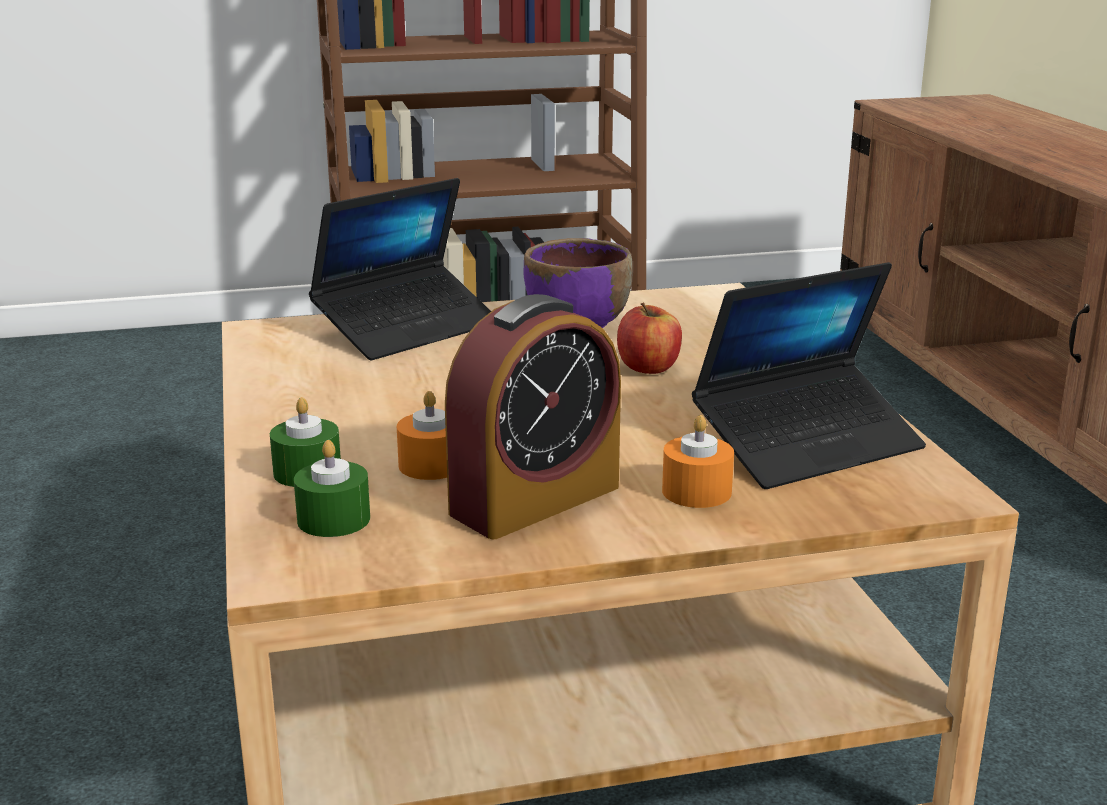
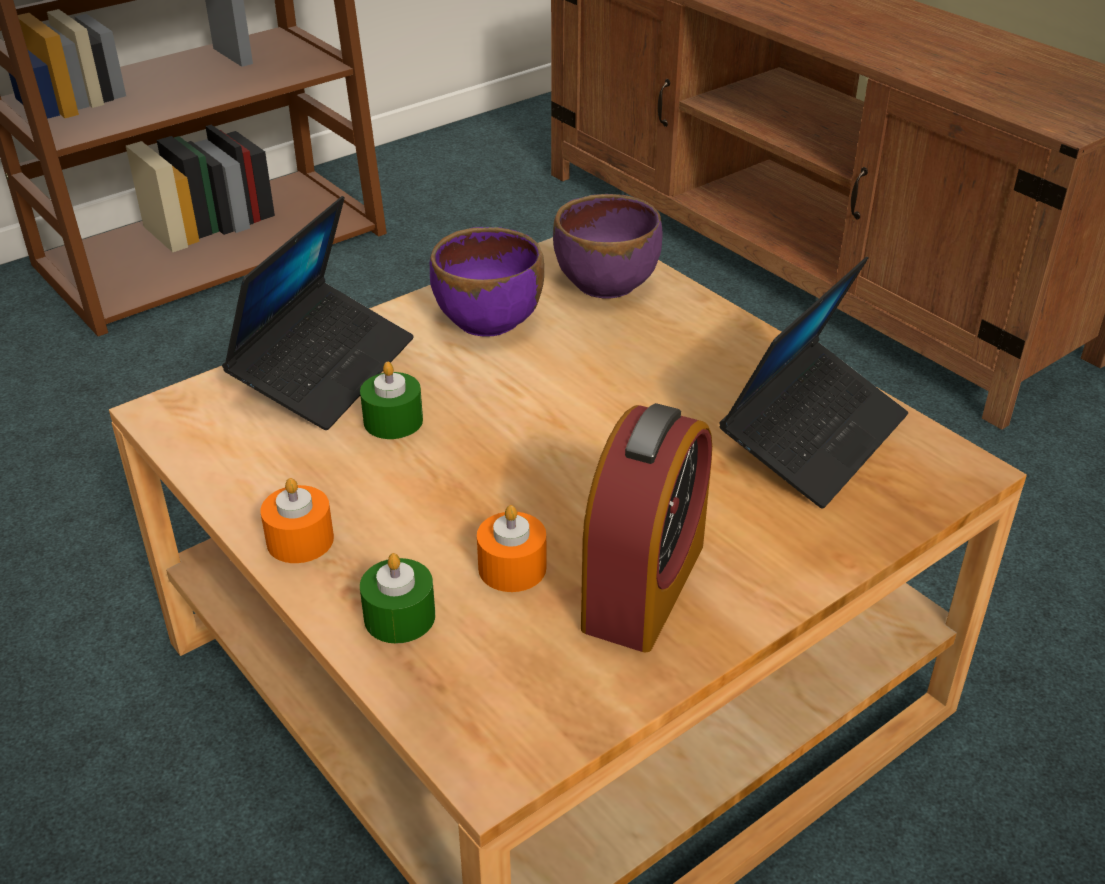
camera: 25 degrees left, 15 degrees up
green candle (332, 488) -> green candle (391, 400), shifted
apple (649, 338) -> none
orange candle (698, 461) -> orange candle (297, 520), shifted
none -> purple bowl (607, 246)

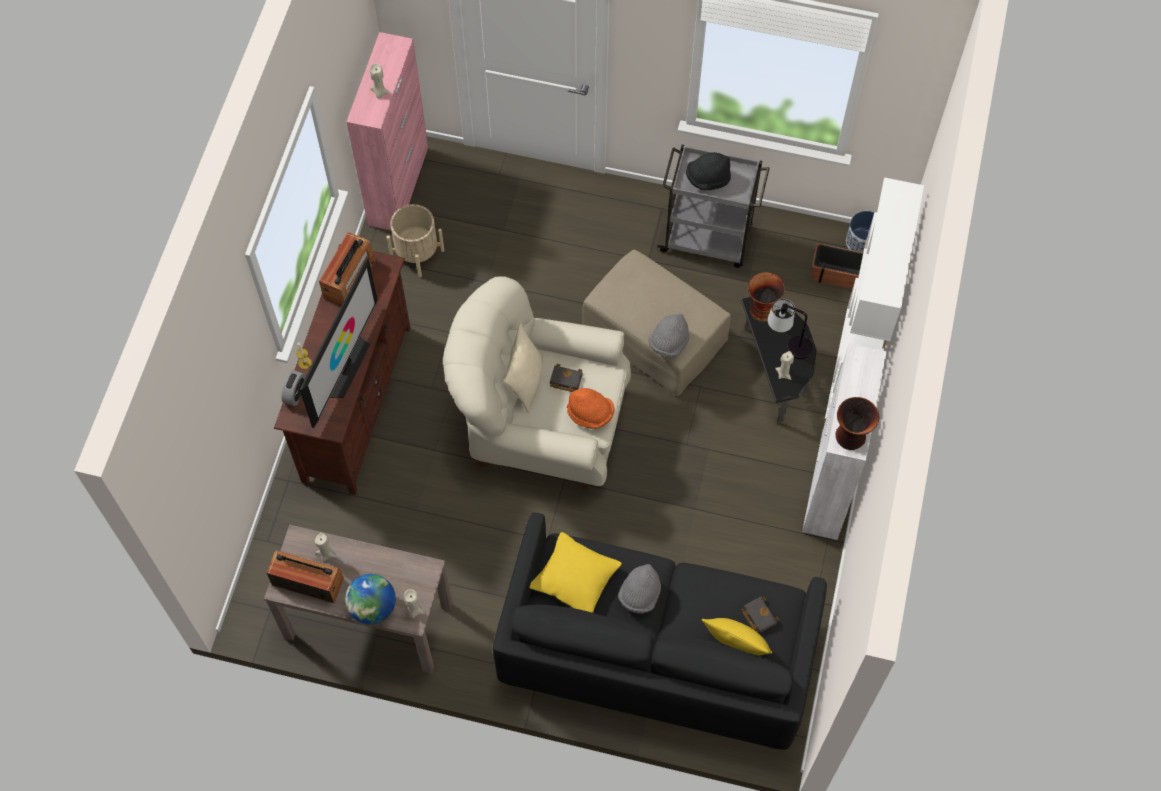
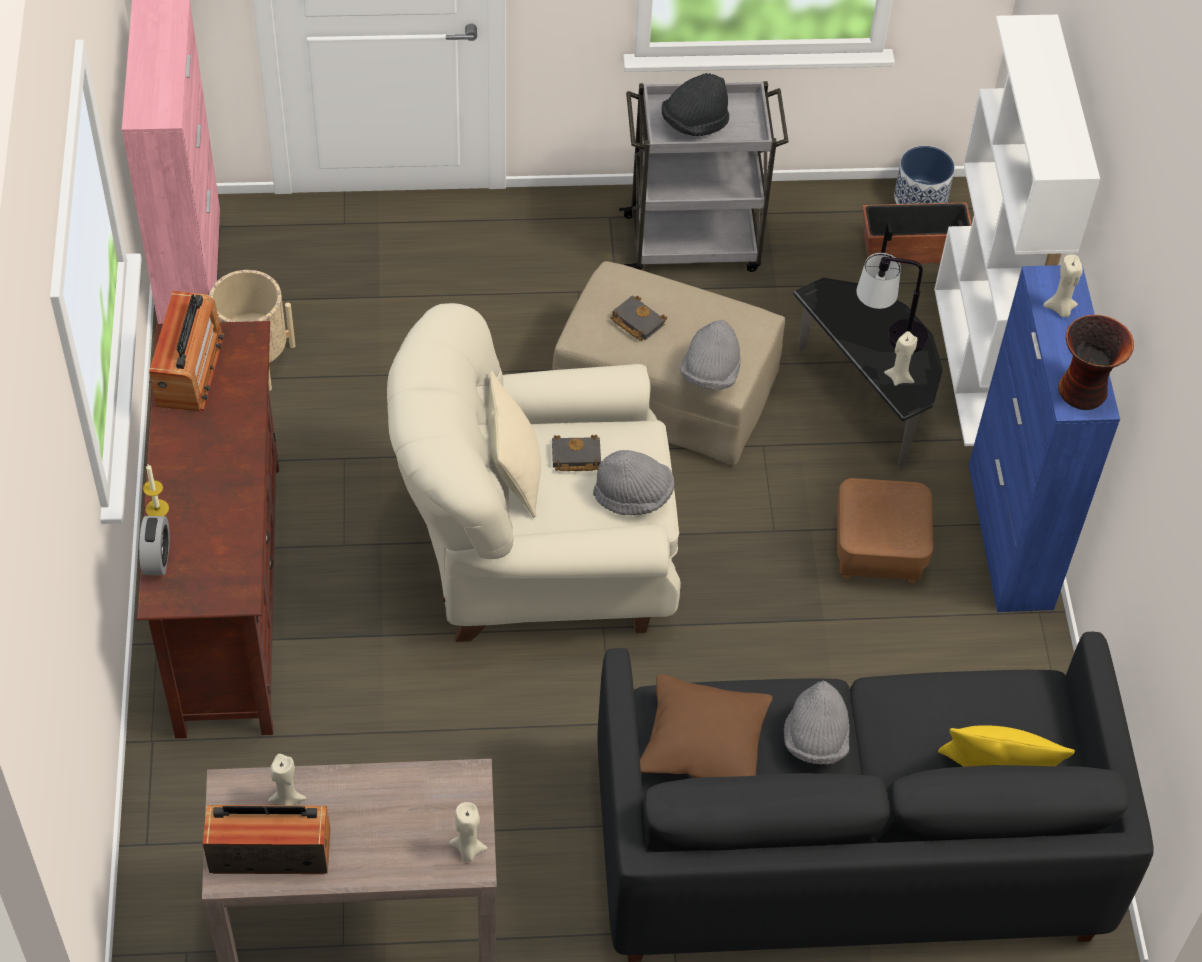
camera: 20 degrees left, 10 degrees down
television (338, 342) -> none
globe (370, 599) -> none
beige candle (380, 80) -> beige candle (1063, 286), shifted
yellow pillow (576, 572) -> brown pillow (706, 726)
orange hat (590, 408) -> grey hat (633, 482)
black book (760, 614) -> black book (638, 318), shifted
vase (766, 297) -> none
white cabinet (844, 441) -> blue cabinet (1044, 438)
none -> brown ottoman (885, 531)

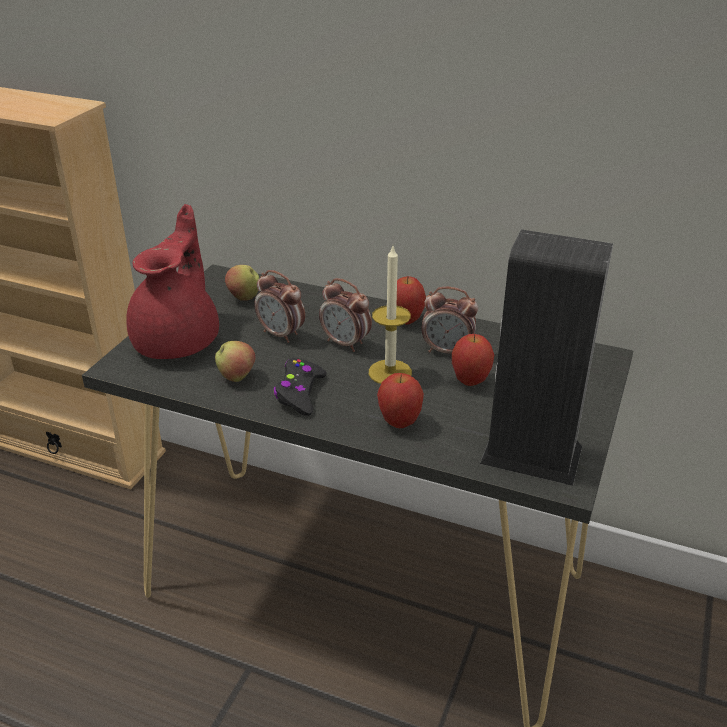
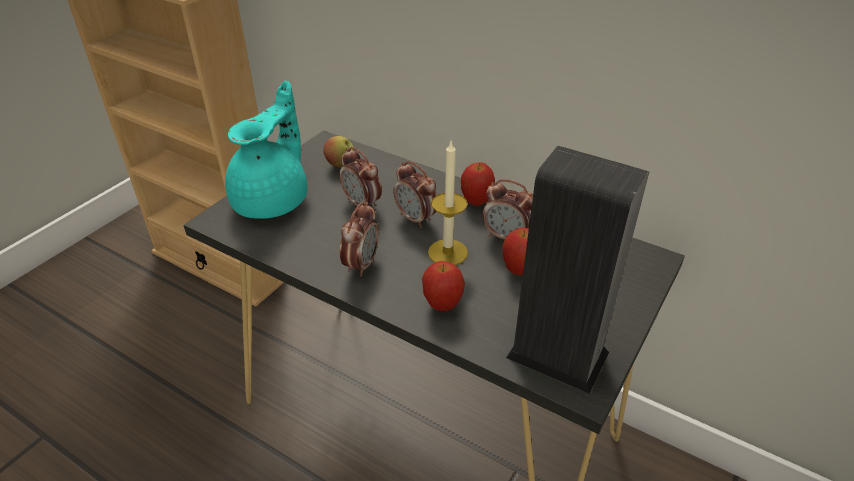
camera: 10 degrees right, 5 degrees up
red teapot (172, 281) -> turquoise teapot (266, 150)
apple (235, 361) -> none
black game controller (300, 387) -> alarm clock (359, 239)

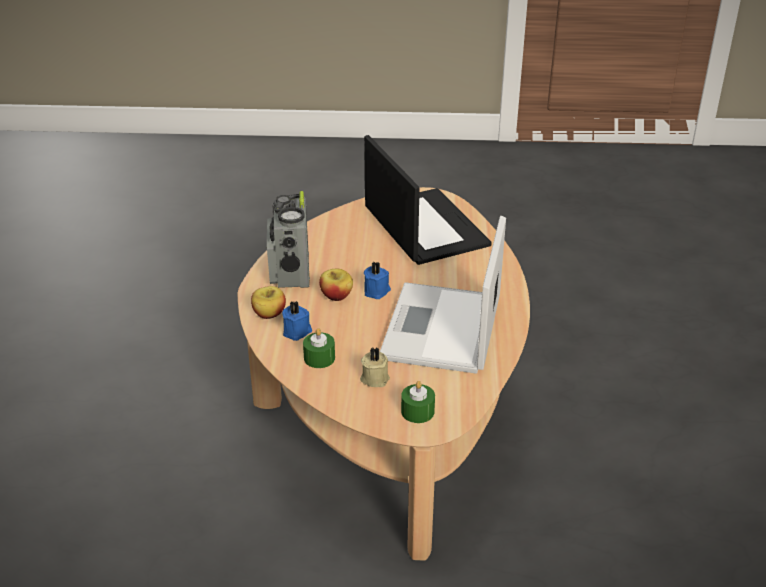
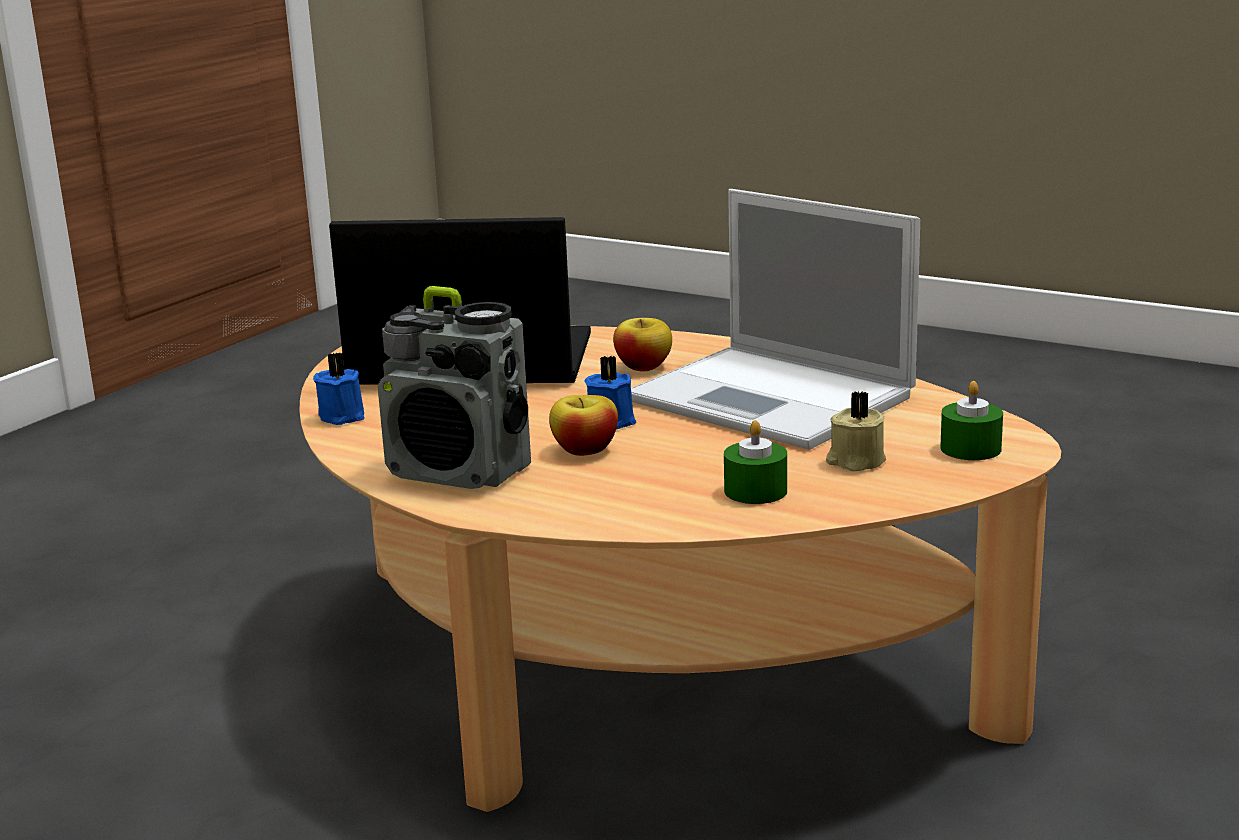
camera: 60 degrees left, 15 degrees down
apple (268, 302) -> apple (642, 344), shifted
blue candle (297, 321) -> blue candle (338, 388), shifted

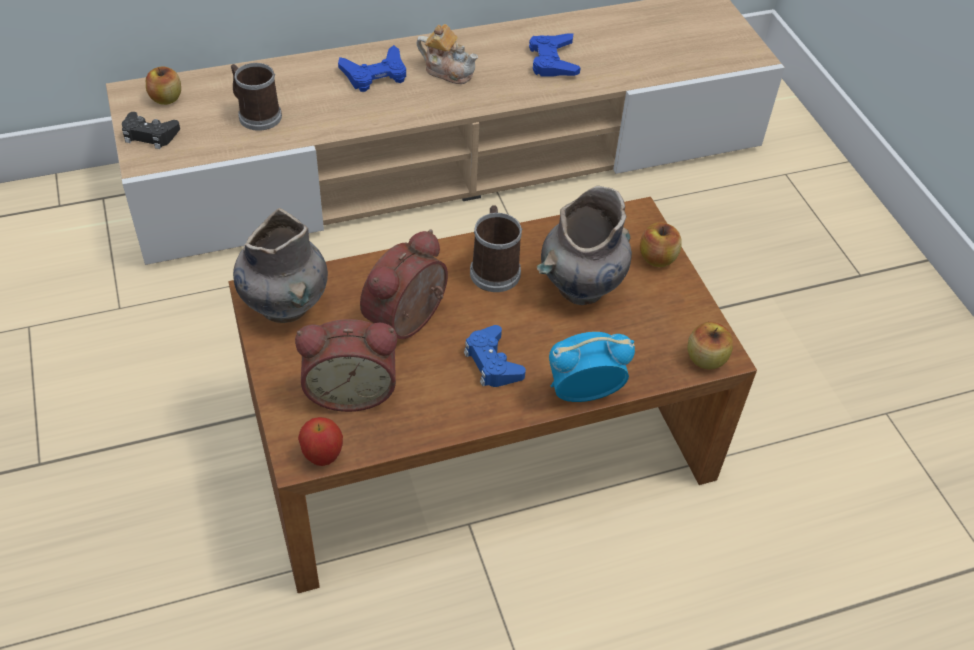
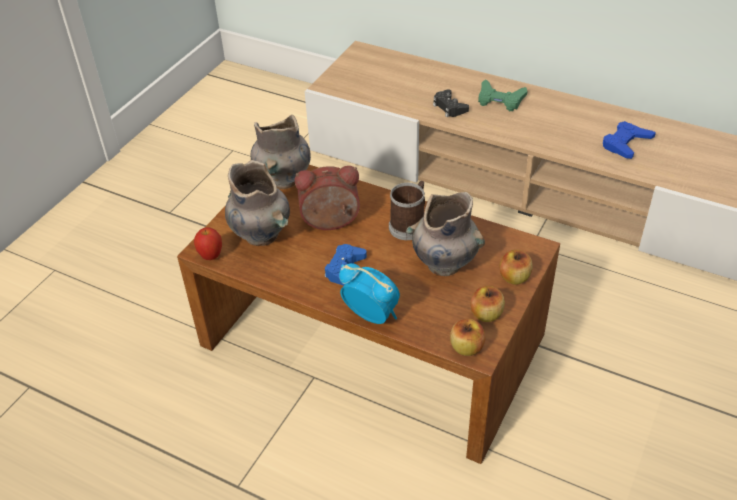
camera: 50 degrees right, 5 degrees down
black game controller (151, 130) -> black game controller (451, 103), shifted
apple (163, 85) -> apple (487, 304), shifted
mug (256, 97) -> none
alarm clock (346, 365) -> grey vase (257, 203)
blue game controller (372, 68) -> green game controller (502, 95)
teapot (447, 54) -> none

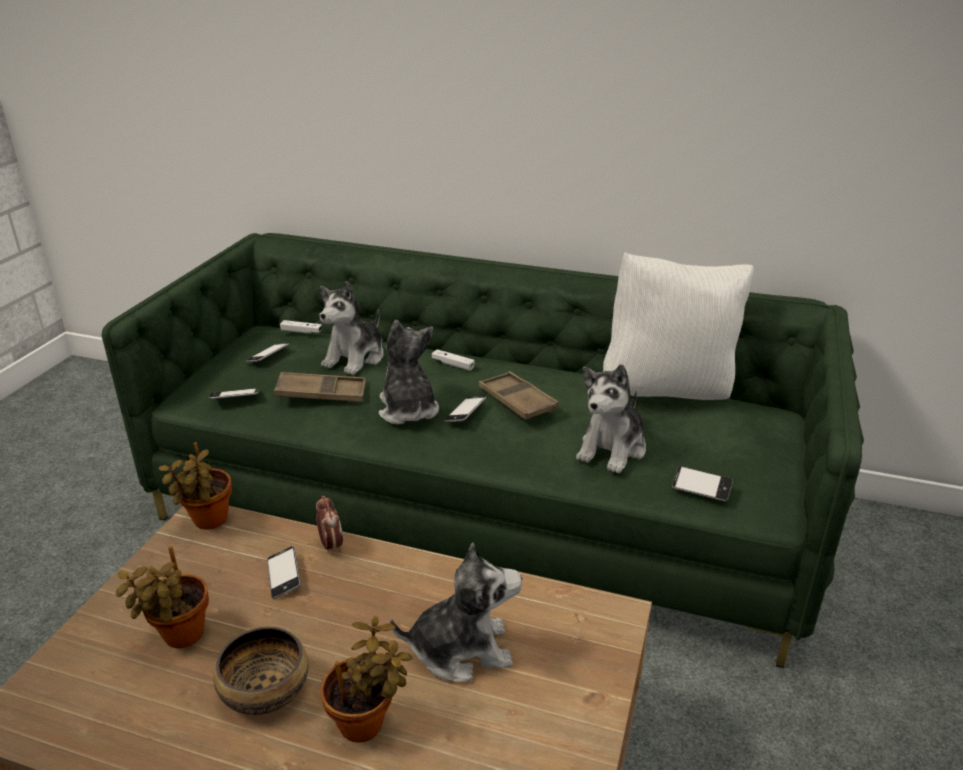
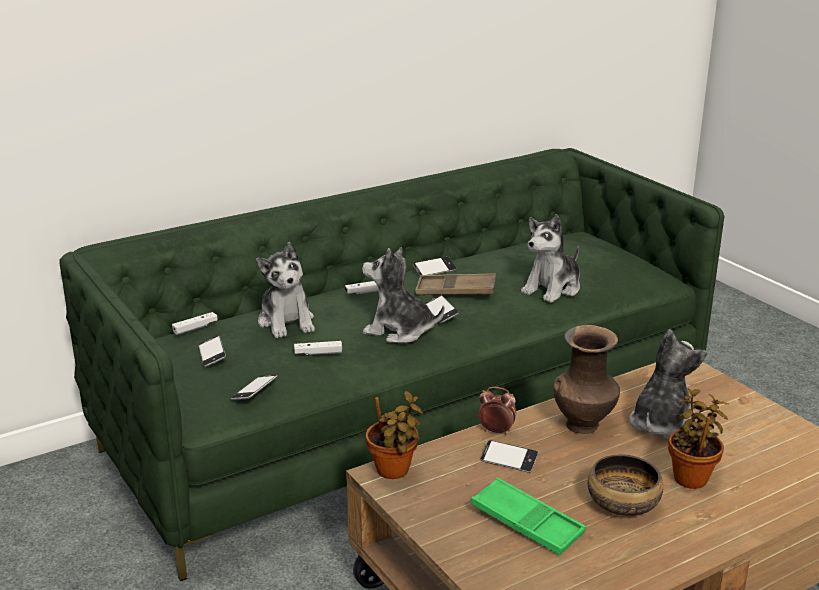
camera: 50 degrees left, 5 degrees down
potted plant (162, 597) -> green tray (528, 517)
brown tray (320, 387) -> white game controller (318, 348)
plush toy (611, 418) -> plush toy (550, 258), 60 degrees clockwise
white pillow (678, 326) -> none
phone (702, 483) -> phone (434, 266), shifted
none -> brown vase (586, 379)

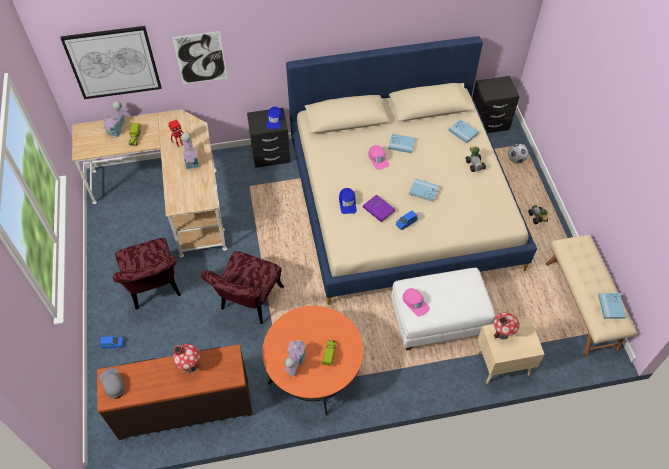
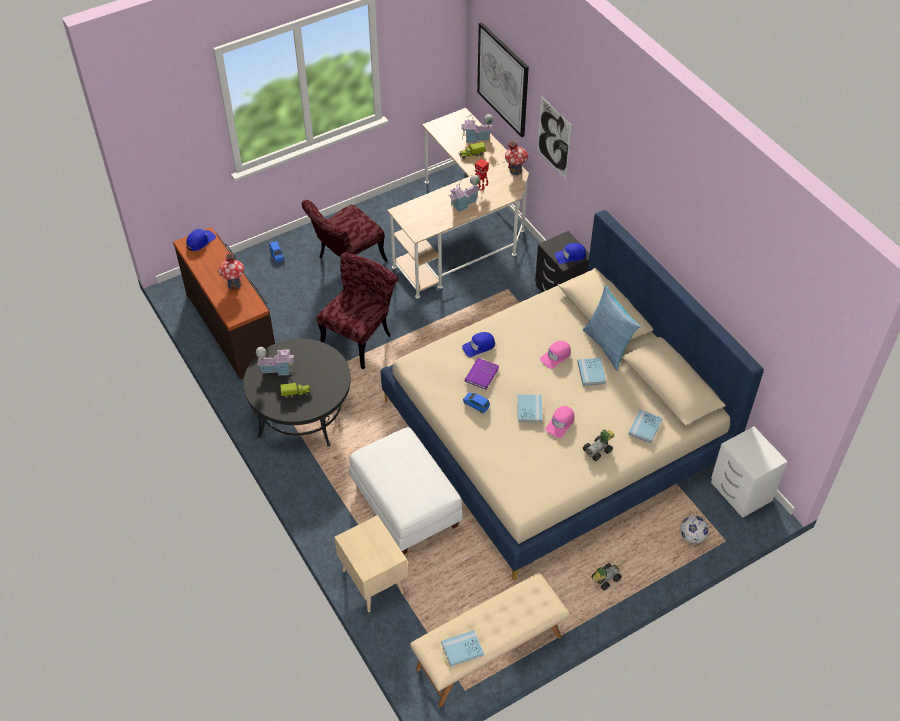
camera: 70 degrees right, 5 degrees down
grey cap (112, 383) -> blue cap (201, 240)
red chair (242, 287) -> red chair (357, 310), 120 degrees clockwise
orange coffee table (312, 361) -> black coffee table (297, 393)
pink cap (416, 302) -> pink cap (559, 422), shifted
black nightstand (495, 104) -> white nightstand (749, 472)
toy house (506, 326) -> toy house (516, 158), shifted
none -> pillow (612, 328)

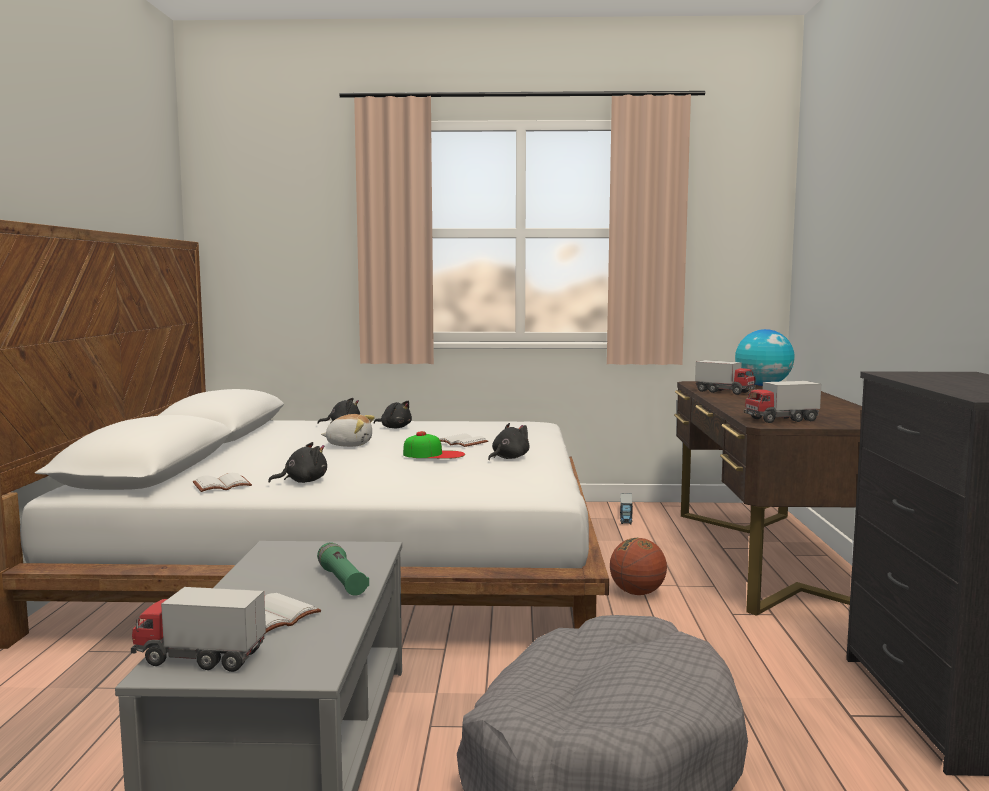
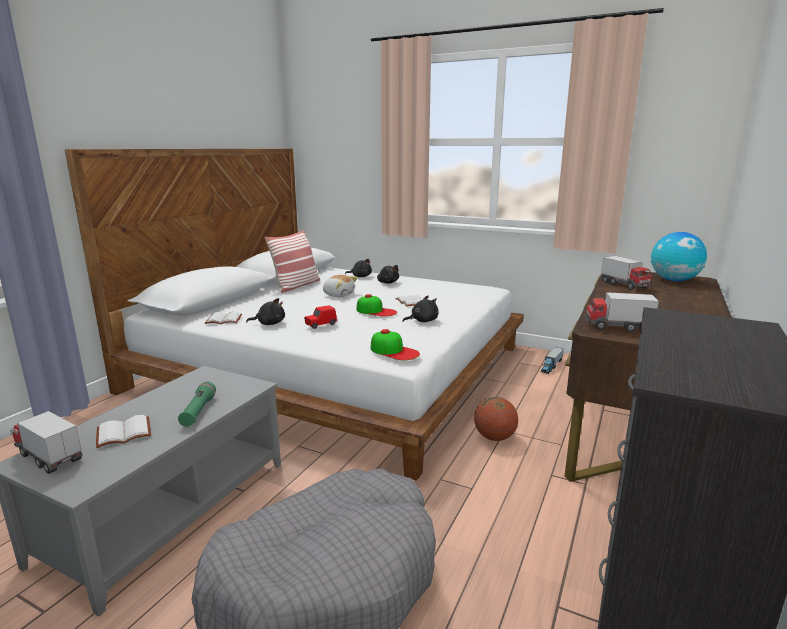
camera: 25 degrees right, 10 degrees up
none -> pillow (292, 261)
none -> red toy car (320, 317)
none -> cap (395, 344)

